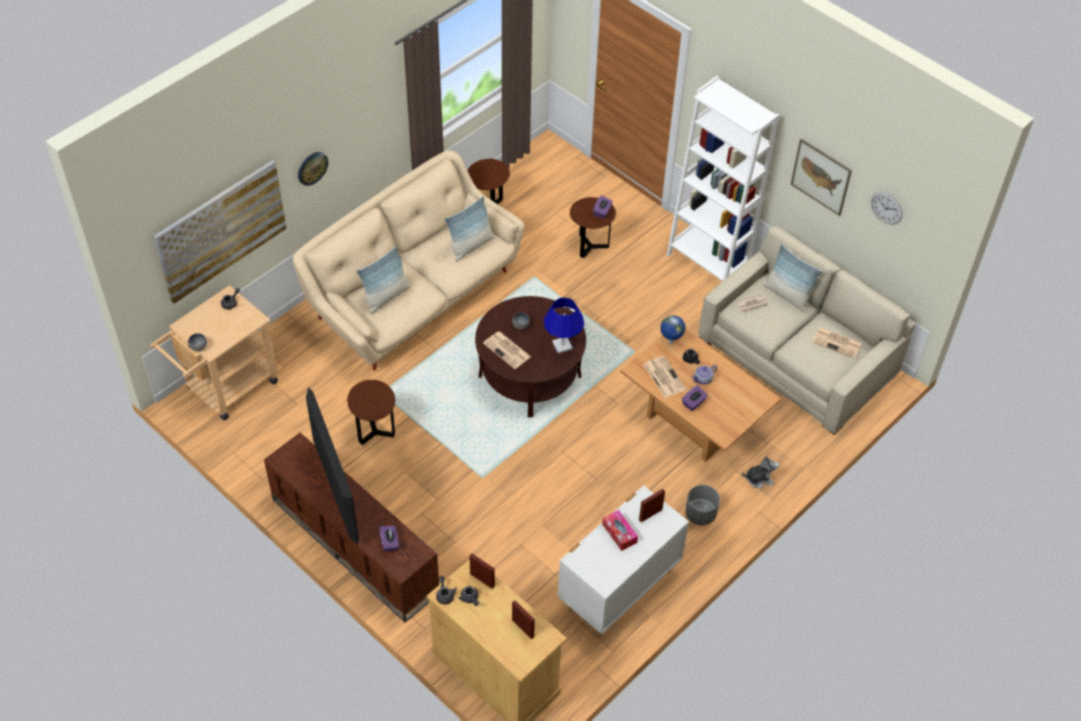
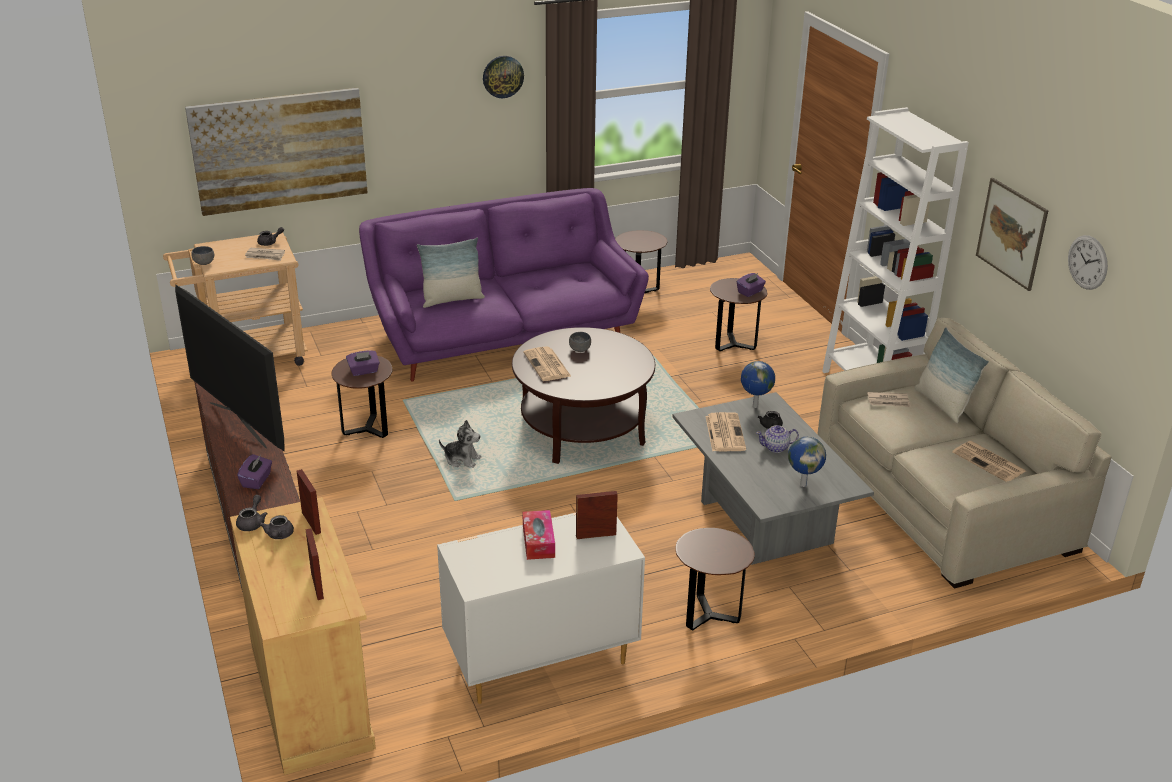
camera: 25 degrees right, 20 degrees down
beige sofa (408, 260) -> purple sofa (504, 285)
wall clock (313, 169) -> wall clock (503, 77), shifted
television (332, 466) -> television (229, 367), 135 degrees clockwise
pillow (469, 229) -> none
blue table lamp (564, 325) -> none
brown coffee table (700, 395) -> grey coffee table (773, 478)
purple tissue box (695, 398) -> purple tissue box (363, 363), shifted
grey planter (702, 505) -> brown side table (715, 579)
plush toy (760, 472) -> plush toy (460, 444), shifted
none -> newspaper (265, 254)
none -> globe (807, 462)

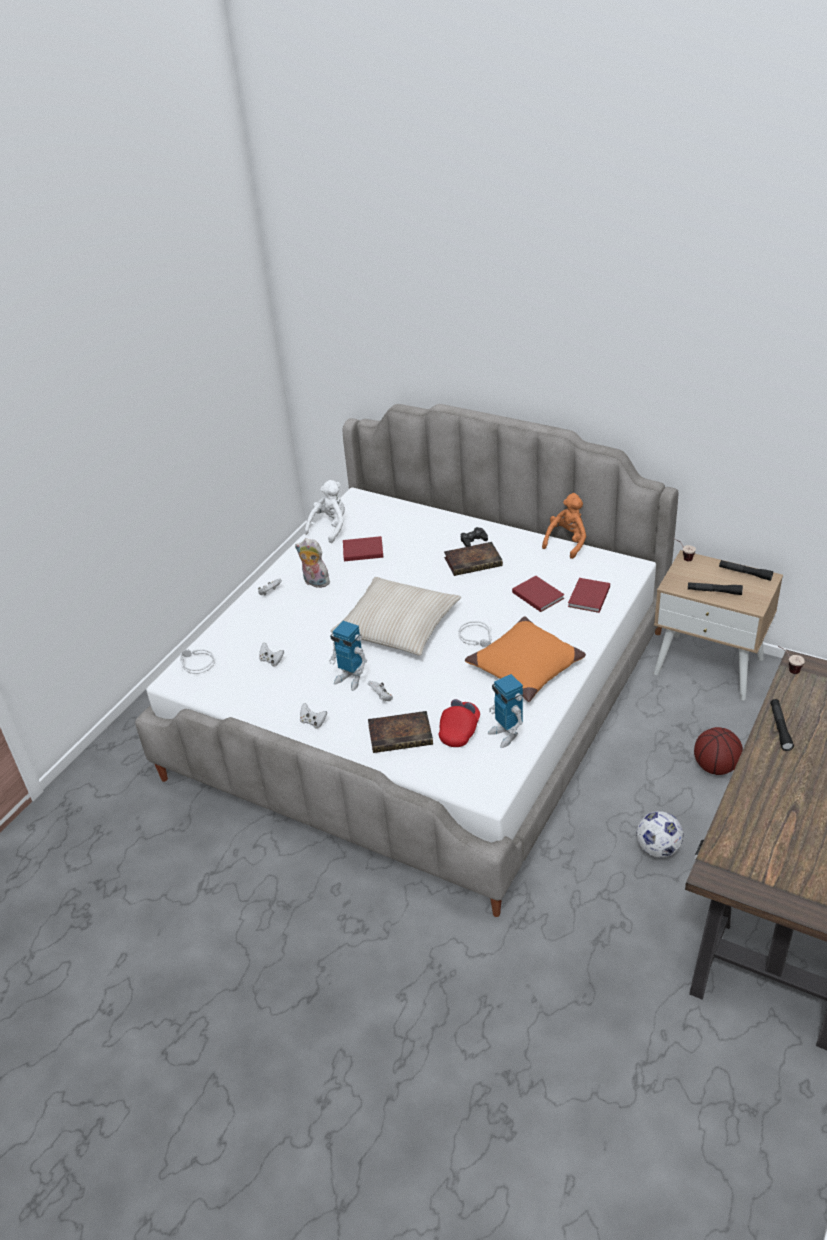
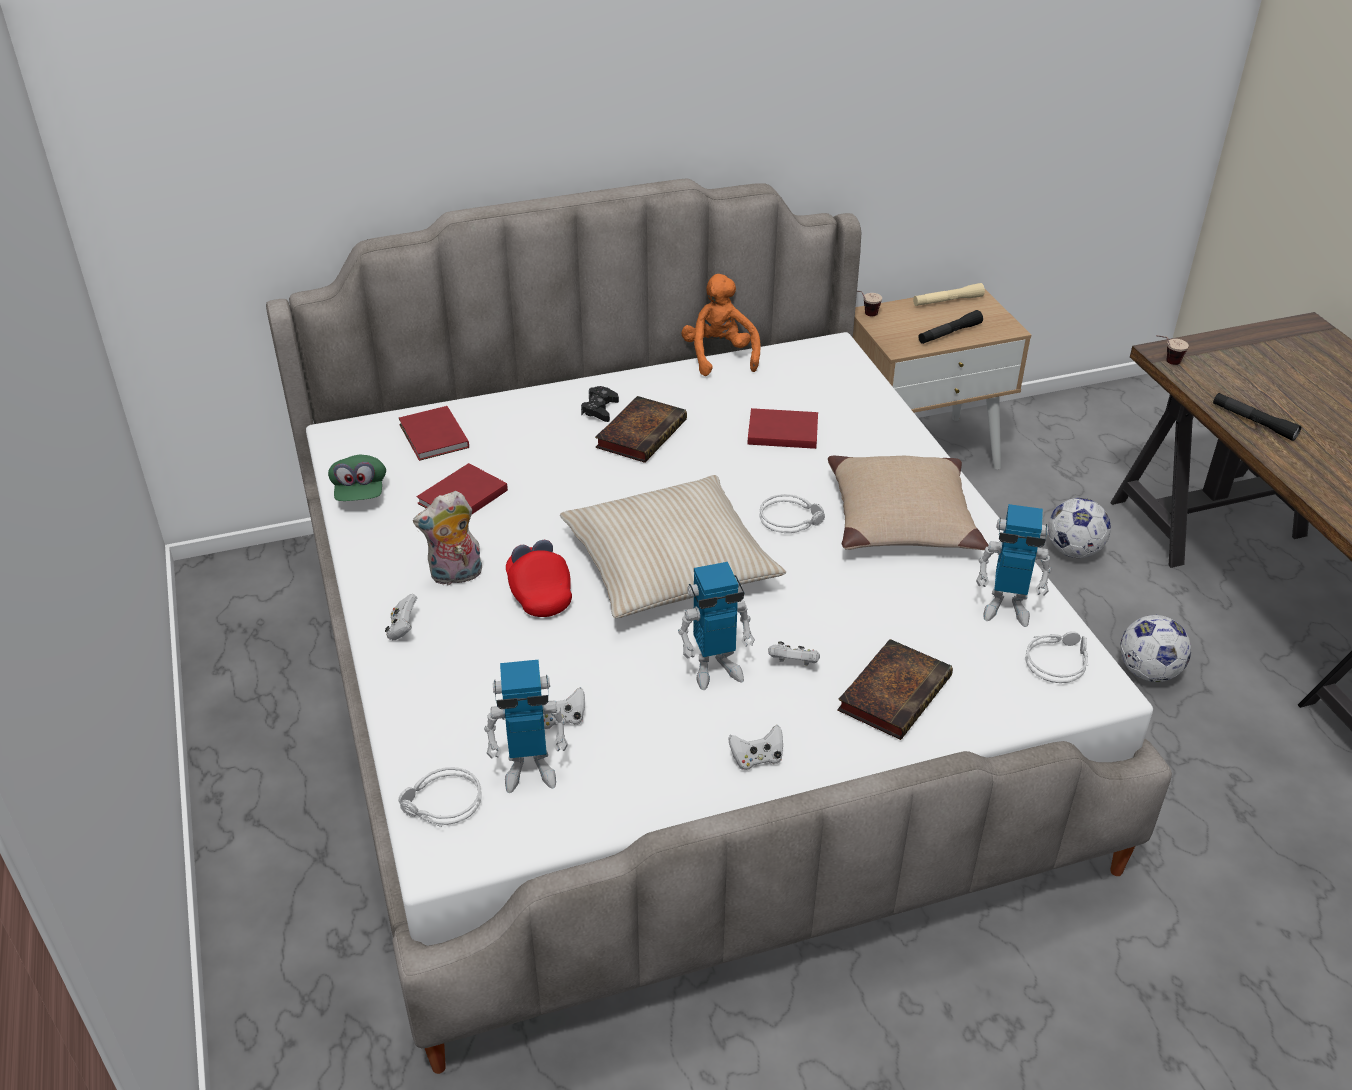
camera: 50 degrees left, 0 degrees up
white plush toy (324, 511) -> green cap (357, 478)
red cap (459, 723) -> red cap (539, 578), shifted
orange pillow (525, 659) -> beige pillow (908, 502)
red book (589, 595) -> red book (433, 433), shifted
basketball (718, 751) -> football (1079, 528)
black flashlight (746, 570) -> beige flashlight (949, 294)
none -> toy robot (526, 726)
none -> grey headphones (1056, 657)

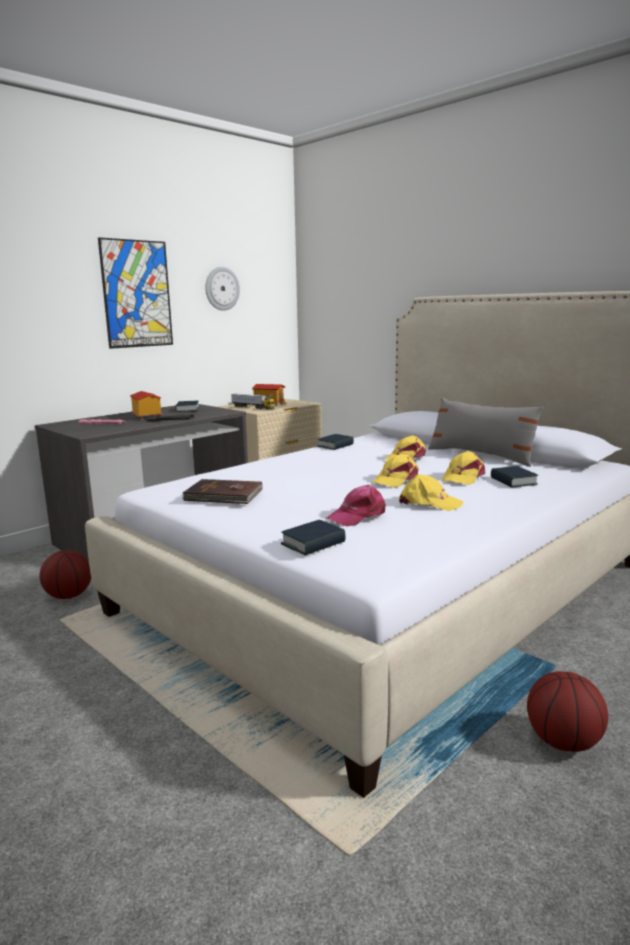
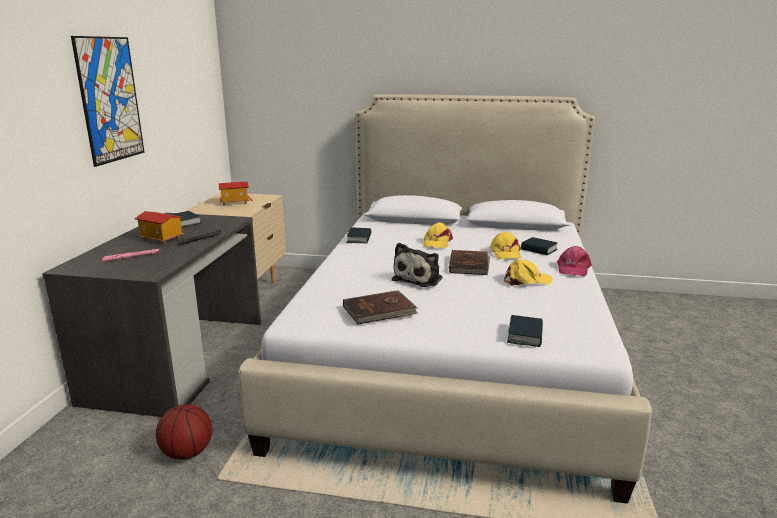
camera: 35 degrees left, 5 degrees up
wall clock (222, 289) -> none
toy truck (253, 401) -> none
pink cap (356, 505) -> pink cap (574, 261), shifted
yellow cap (395, 470) -> brown book (469, 262)
grey pillow (486, 432) -> none
basketball (567, 711) -> none
none -> plush toy (417, 265)

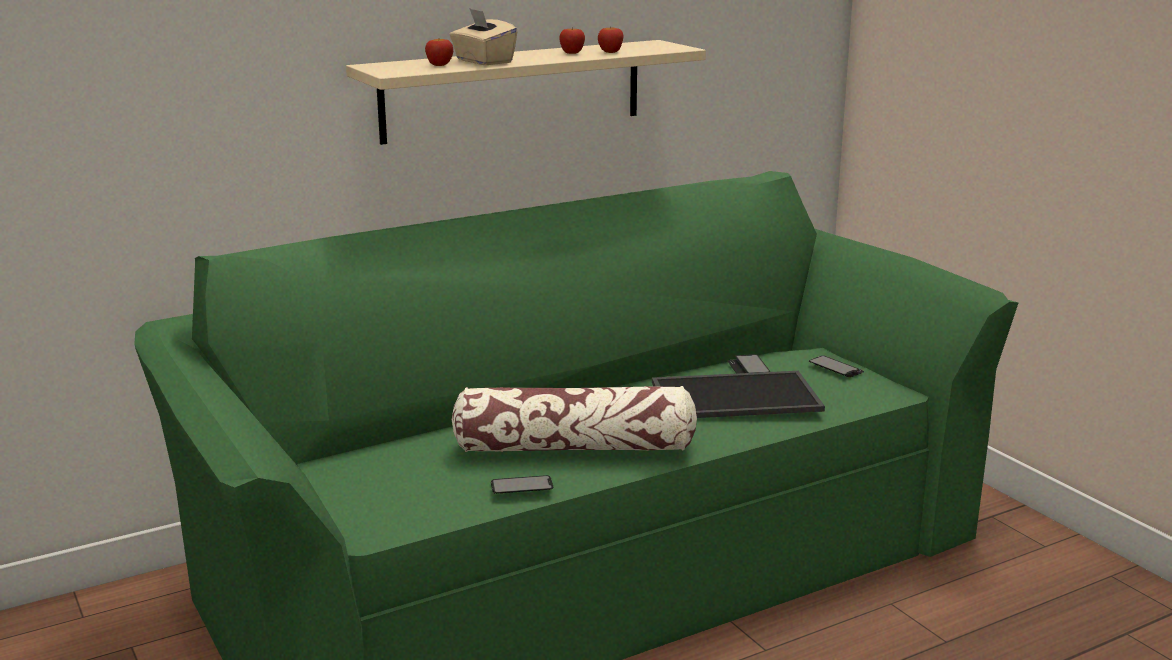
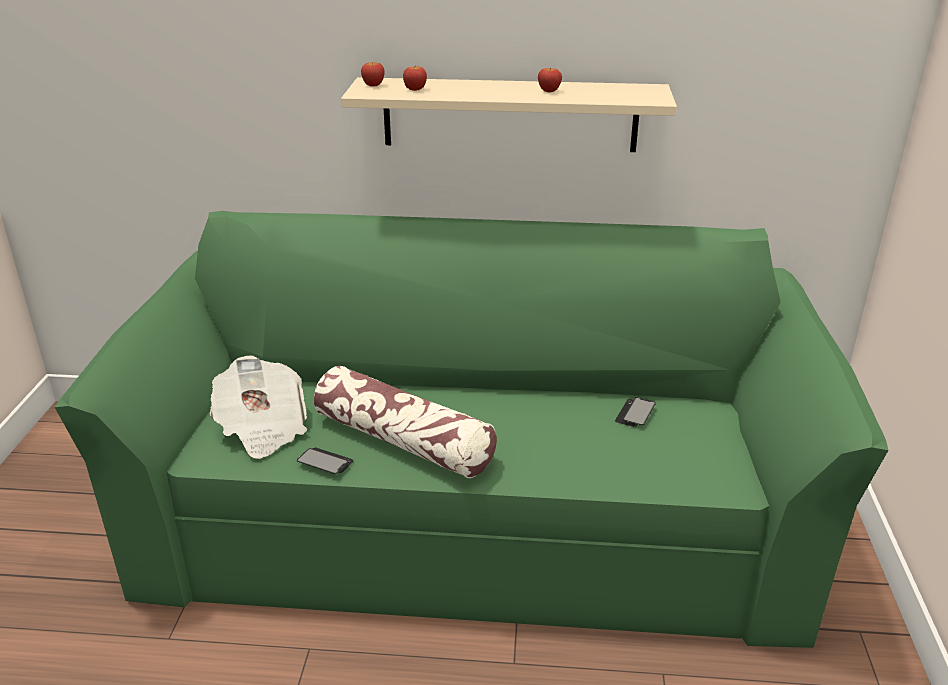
camera: 35 degrees right, 10 degrees up
beige tissue box (484, 36) -> none
apple (611, 39) -> apple (373, 74), shifted
tray (738, 394) -> none
phone (836, 366) -> none
none -> newspaper (258, 407)

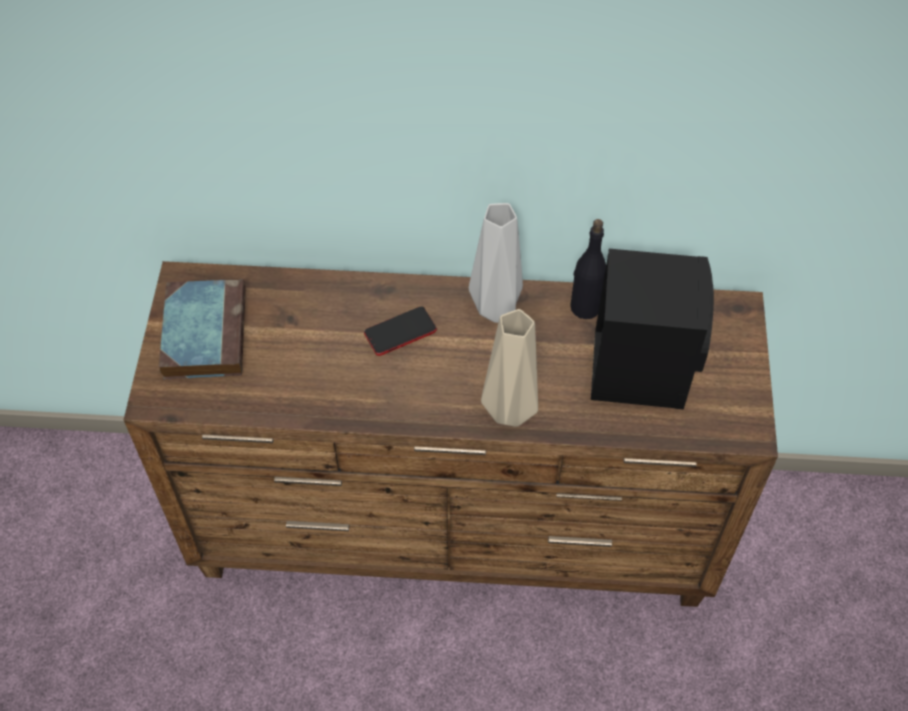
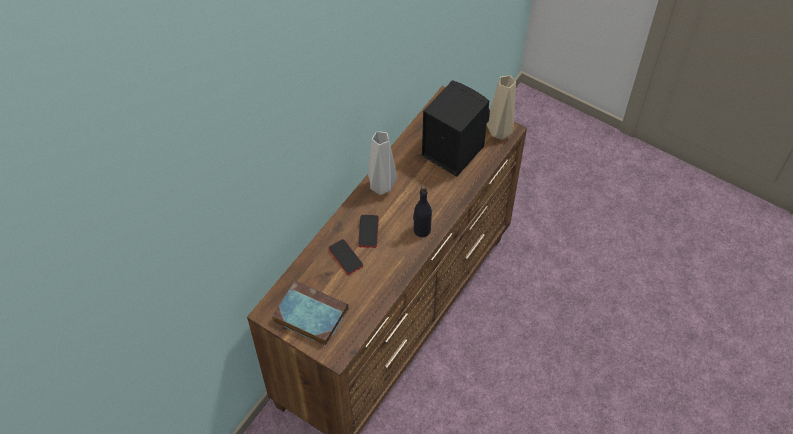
camera: 60 degrees left, 0 degrees up
beige vase (509, 368) -> beige vase (501, 107), shifted
black bottle (588, 269) -> black bottle (422, 211), shifted
none -> phone (345, 257)

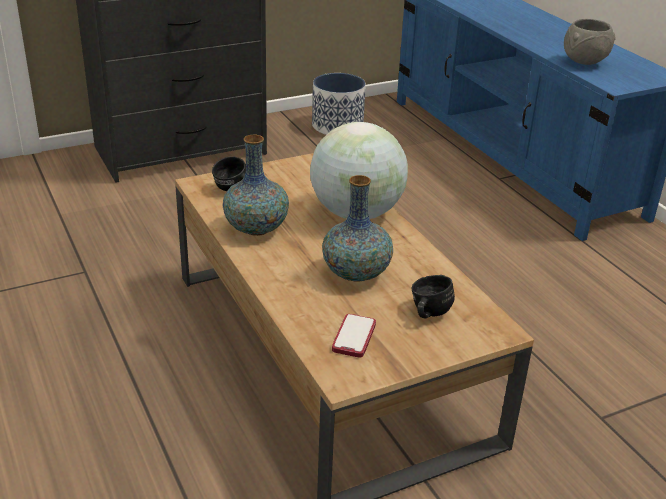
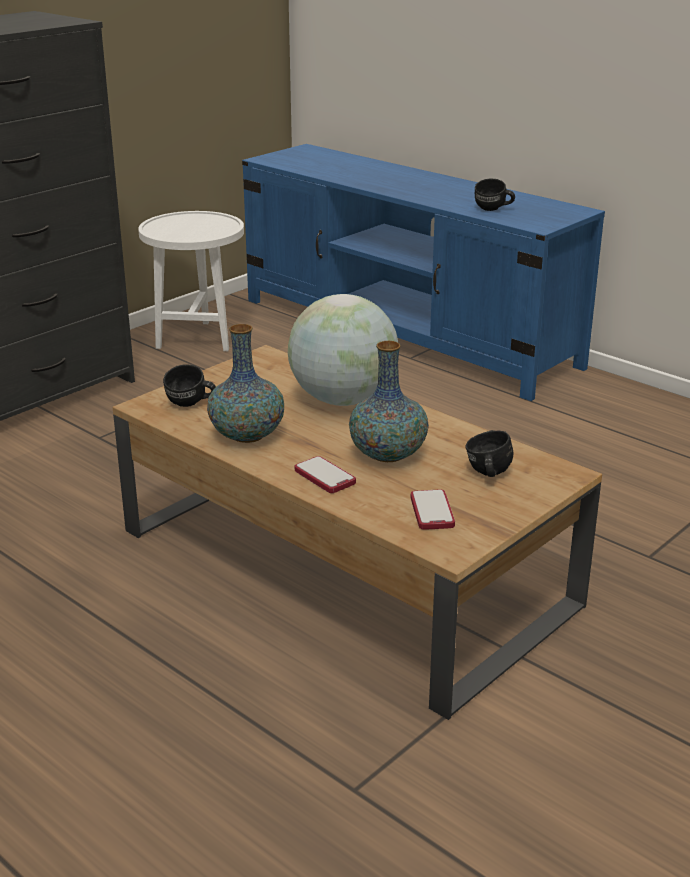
camera: 20 degrees left, 5 degrees down
planter (339, 104) -> white side table (191, 281)
grey bowl (590, 42) -> black mug (495, 195)
none -> phone (325, 474)

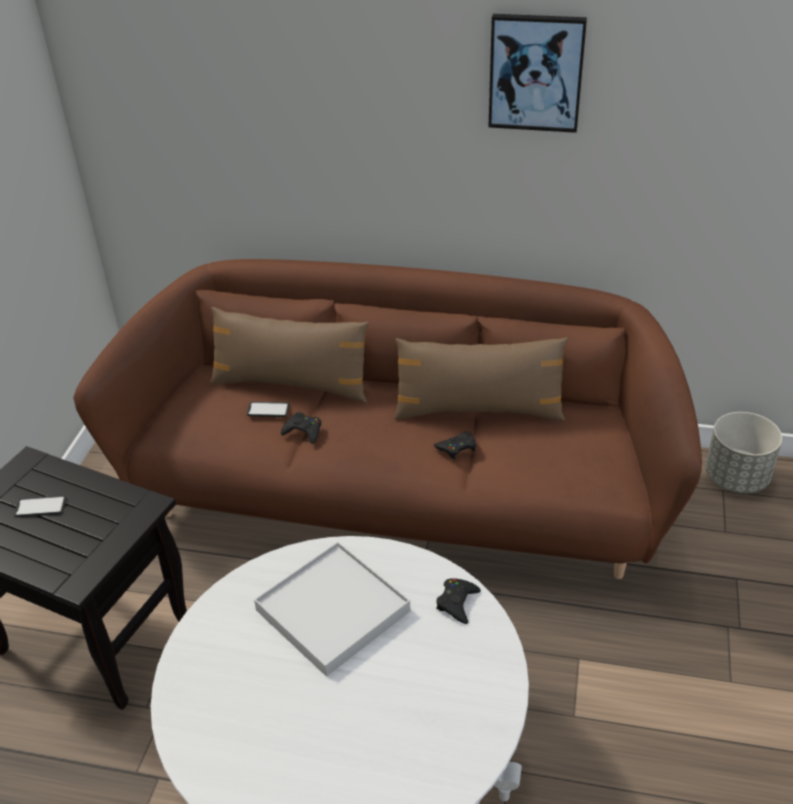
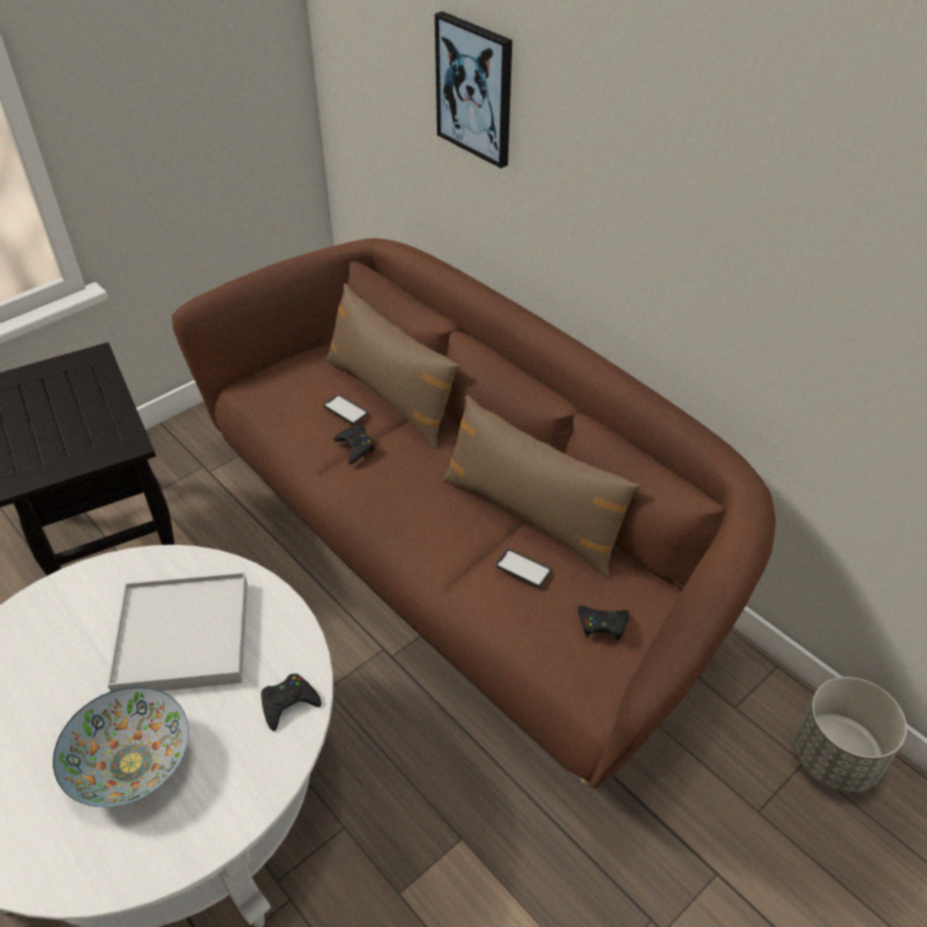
camera: 35 degrees right, 5 degrees up
phone (40, 506) -> phone (524, 568), shifted
black game controller (455, 445) -> black game controller (604, 623), shifted
picture (538, 73) -> picture (473, 89), shifted
none -> bowl (121, 747)

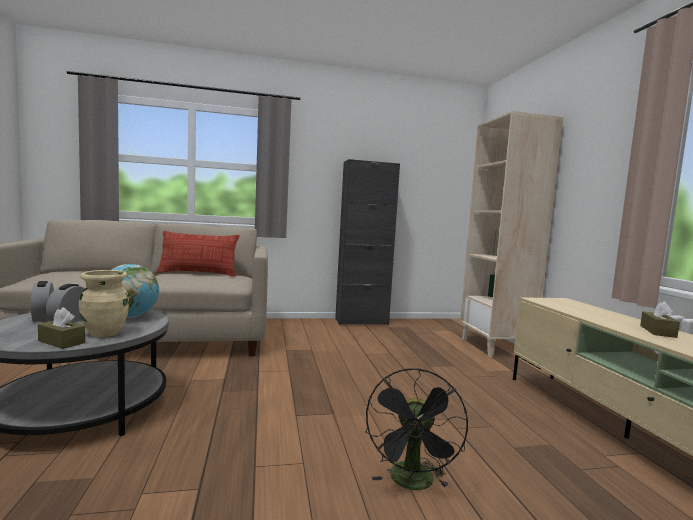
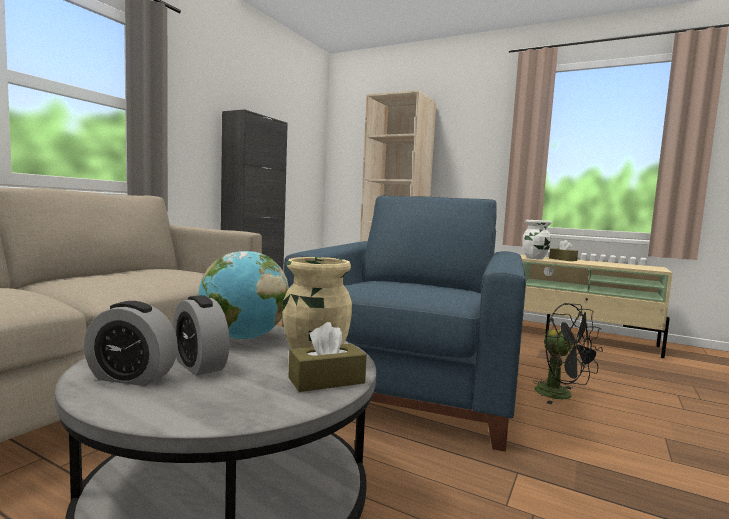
camera: 50 degrees left, 0 degrees up
pillow (197, 253) -> none
none -> blue armchair (404, 324)
none -> white vase (537, 240)

